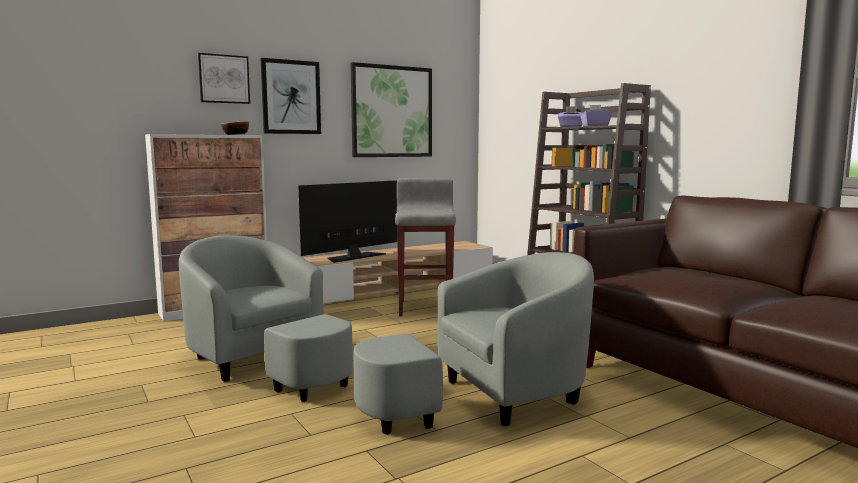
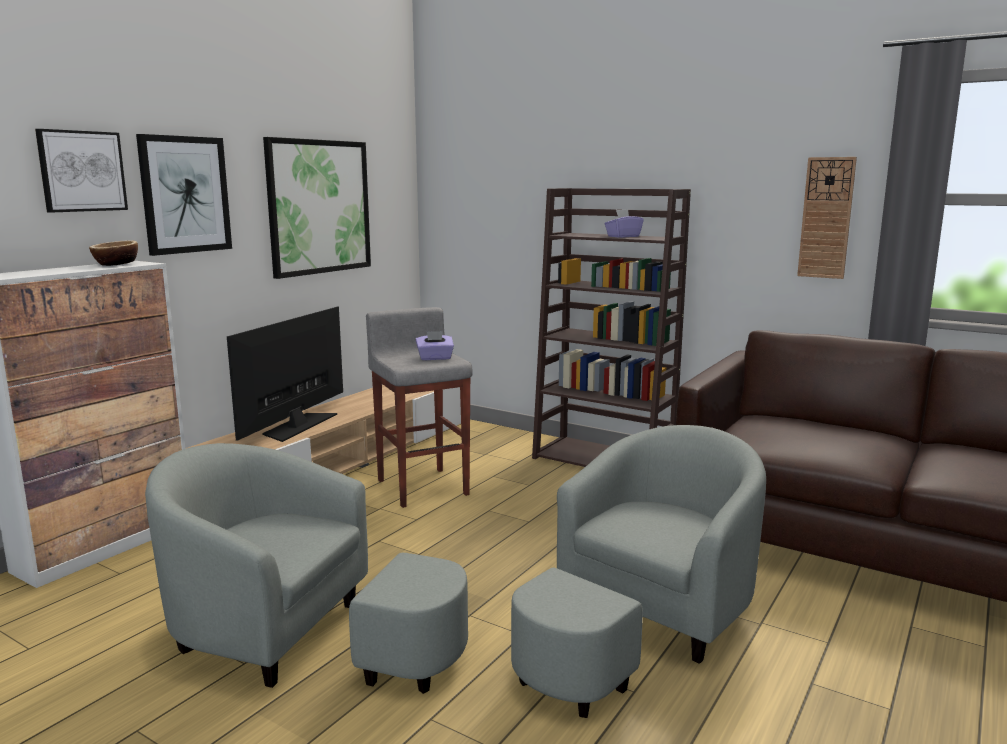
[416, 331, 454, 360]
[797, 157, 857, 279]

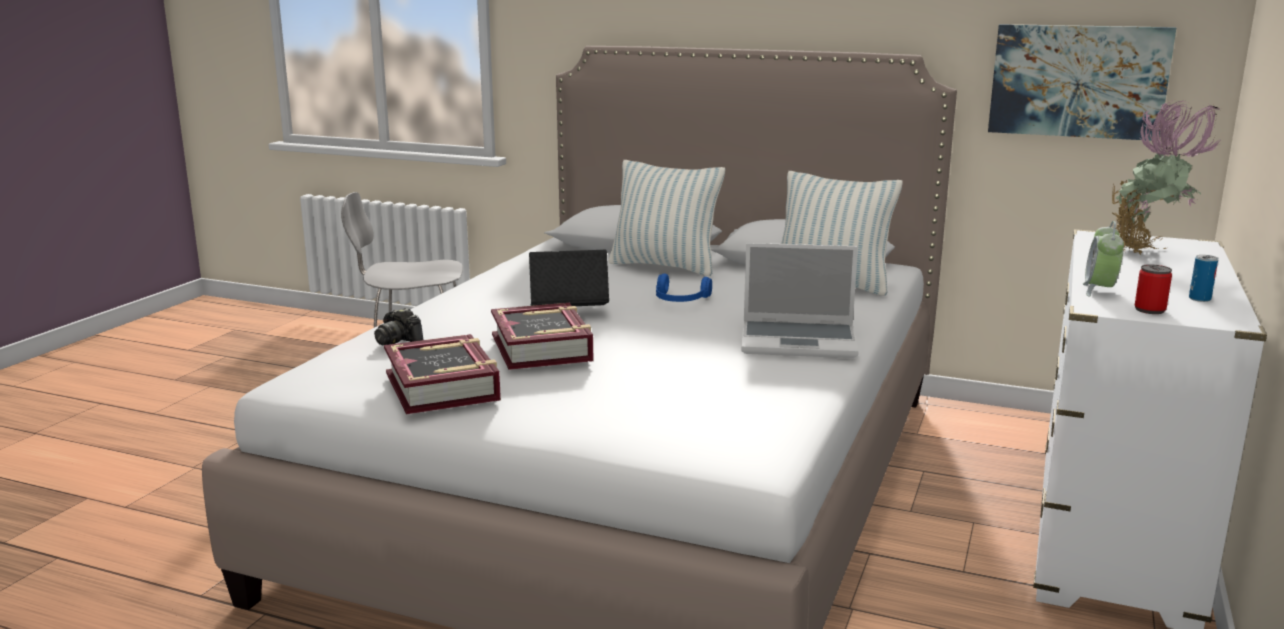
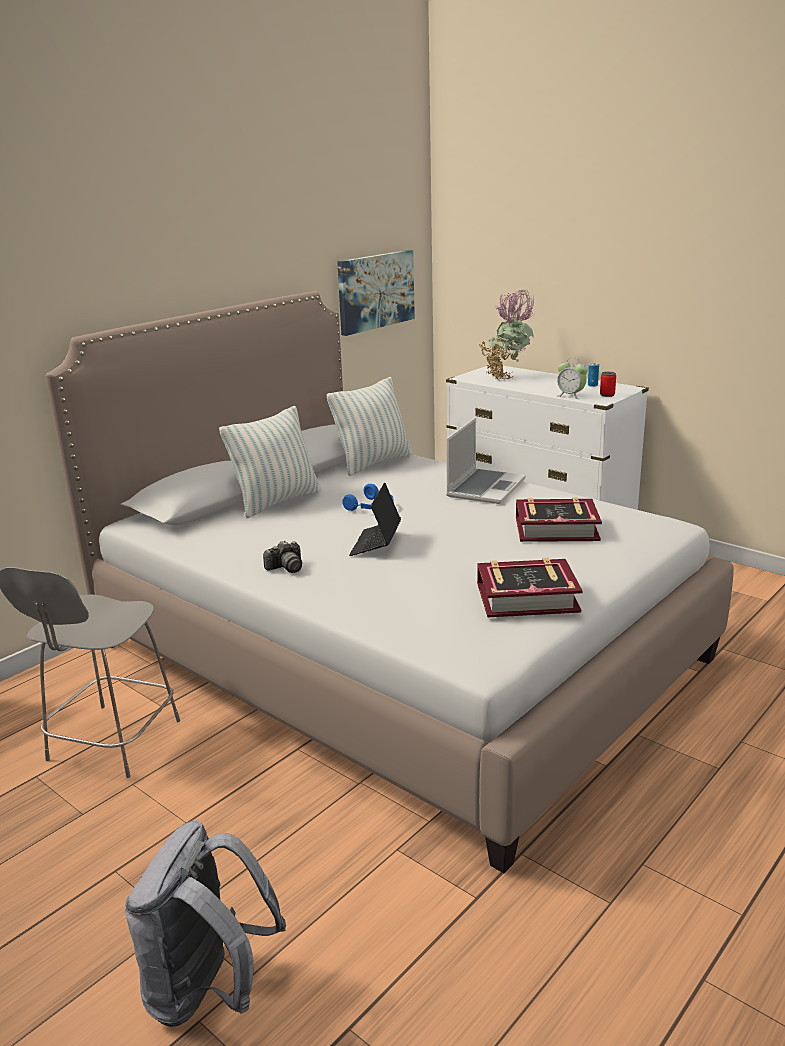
[125, 821, 286, 1027]
[263, 540, 302, 573]
[516, 497, 602, 542]

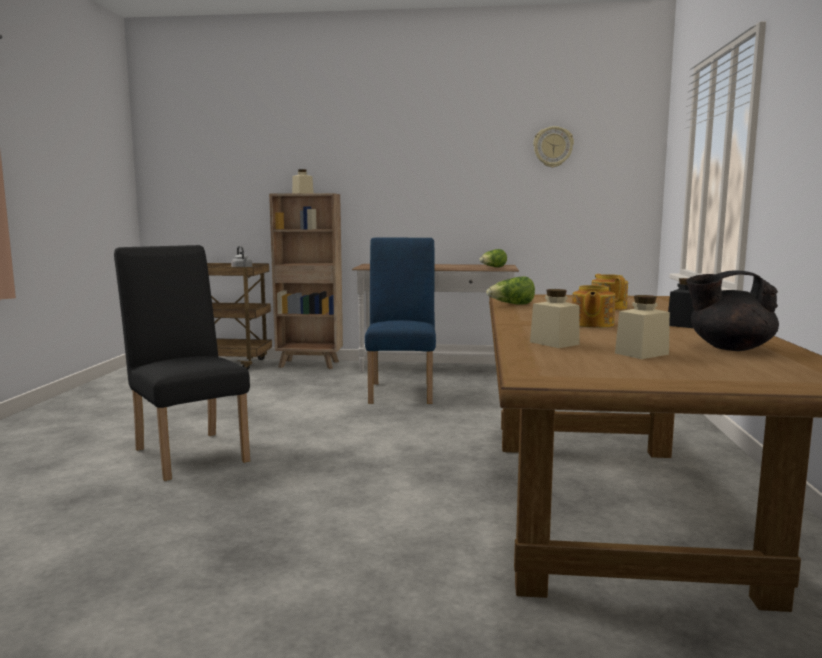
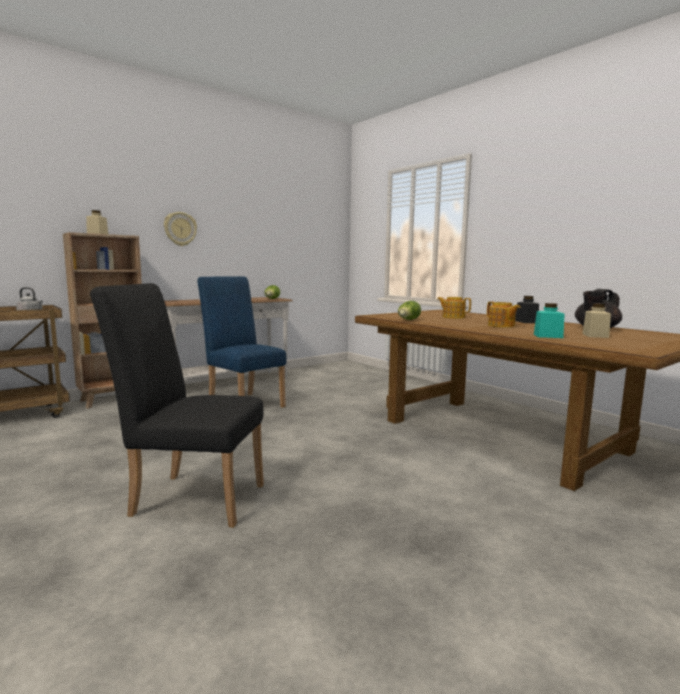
[164, 212, 197, 246]
[534, 303, 565, 338]

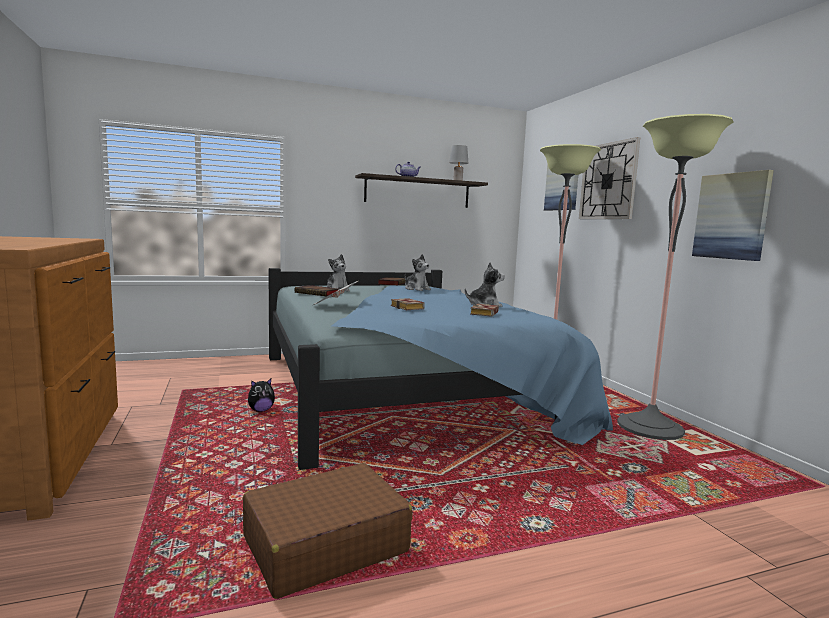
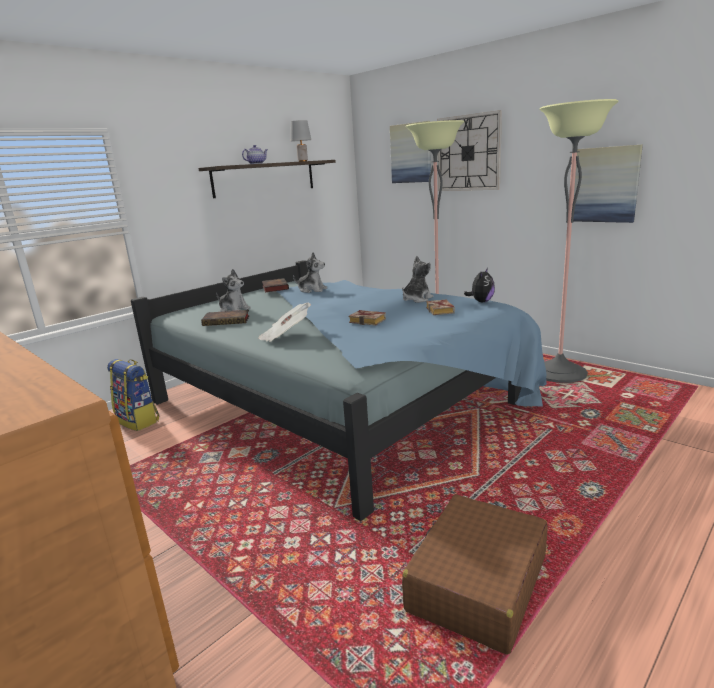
[107, 359, 159, 431]
[464, 268, 495, 302]

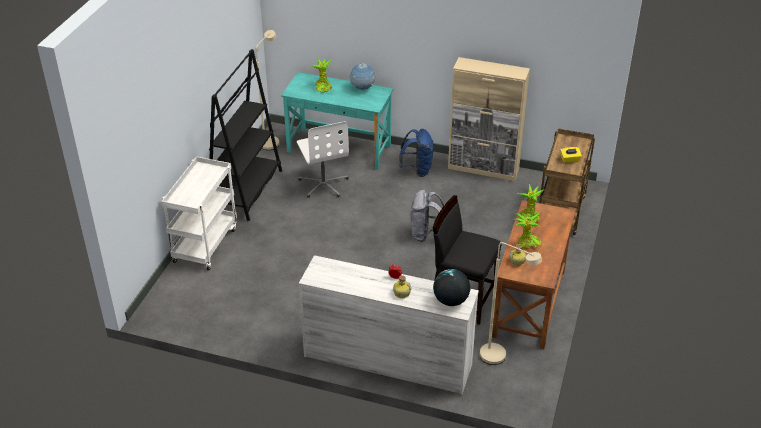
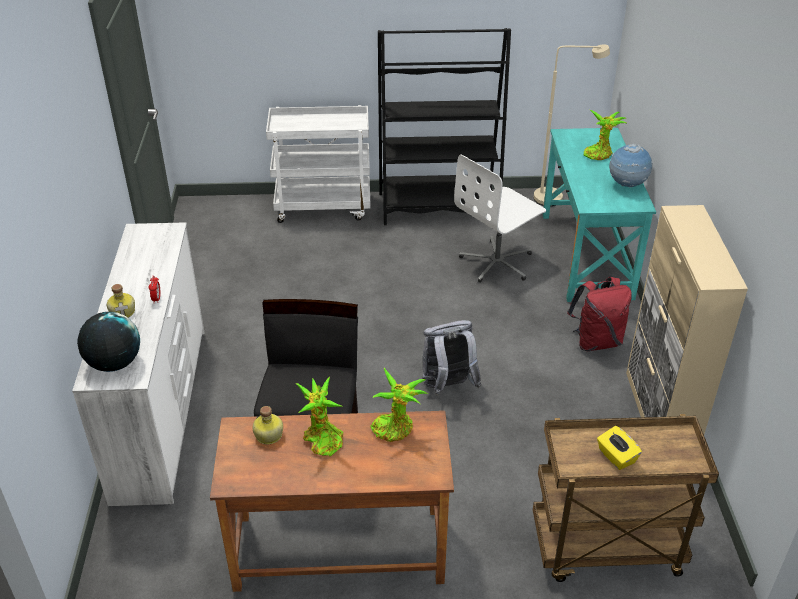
[567, 277, 632, 352]
[480, 242, 542, 365] (first image)

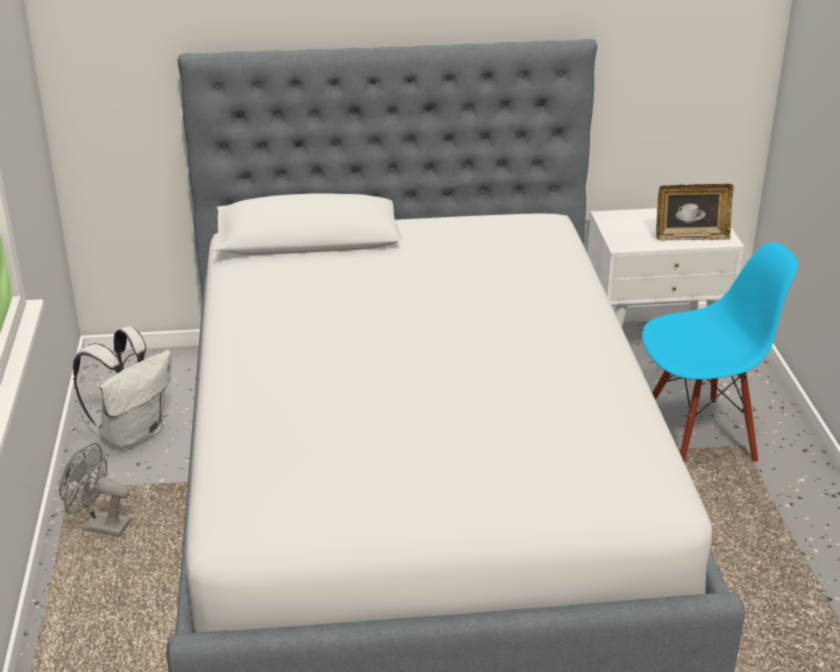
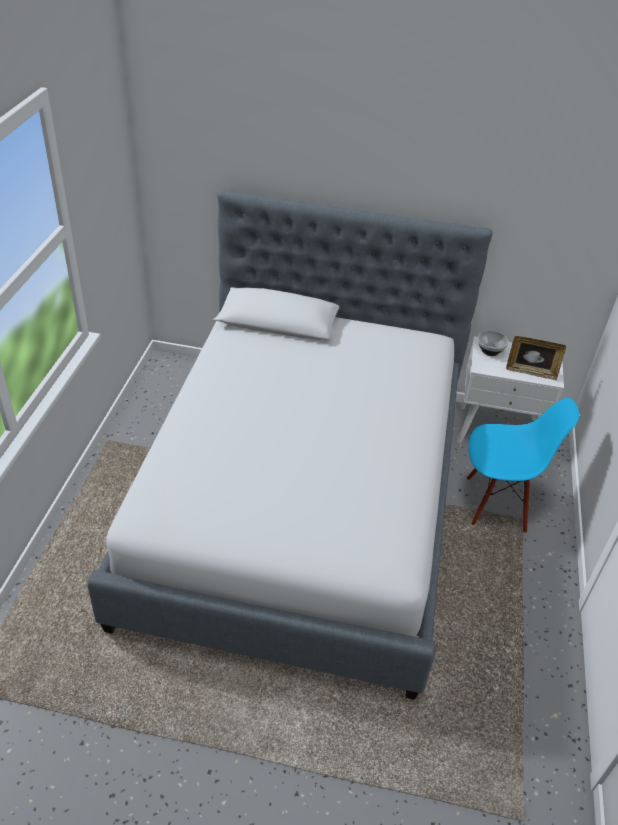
[478, 330, 509, 356]
[59, 443, 131, 537] (first image)
[73, 326, 172, 450] (first image)

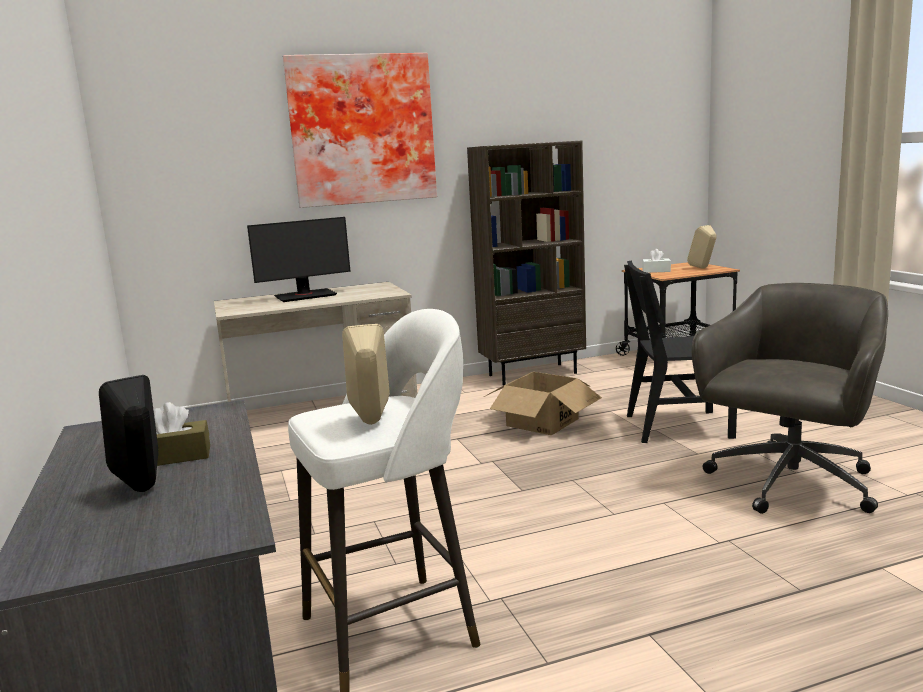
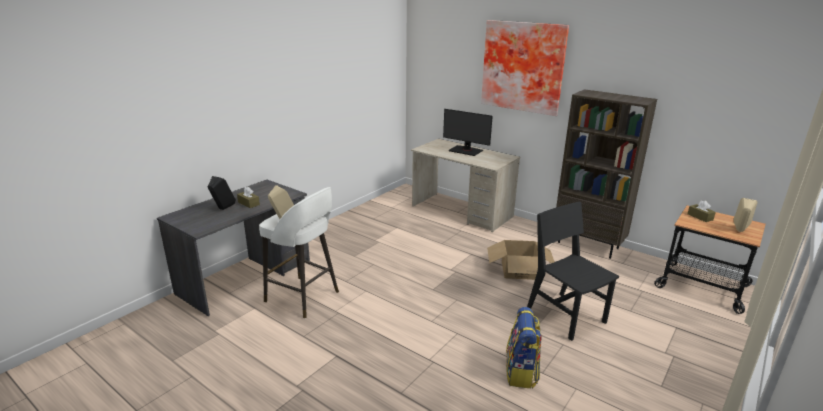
[506, 307, 541, 388]
[688, 201, 716, 222]

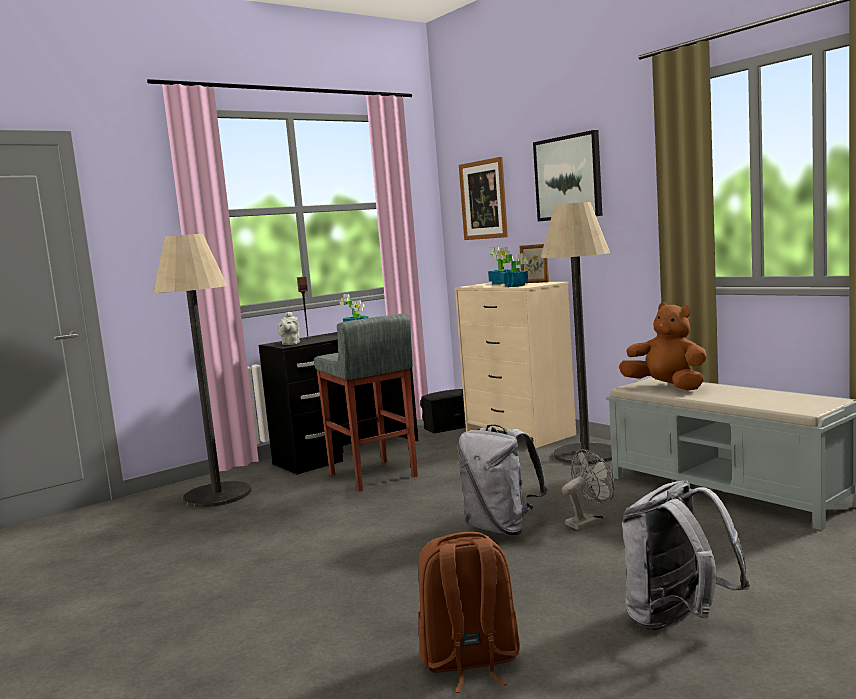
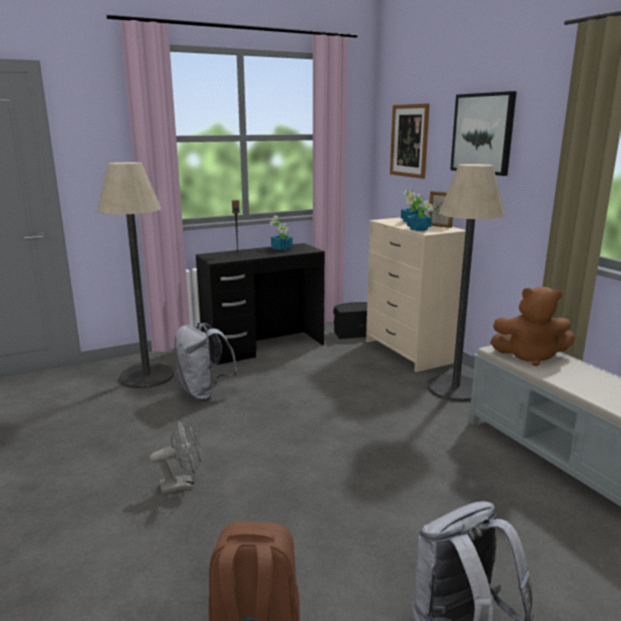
[150, 421, 201, 494]
[174, 323, 238, 401]
[490, 287, 575, 366]
[277, 312, 300, 345] (first image)
[314, 314, 418, 492] (first image)

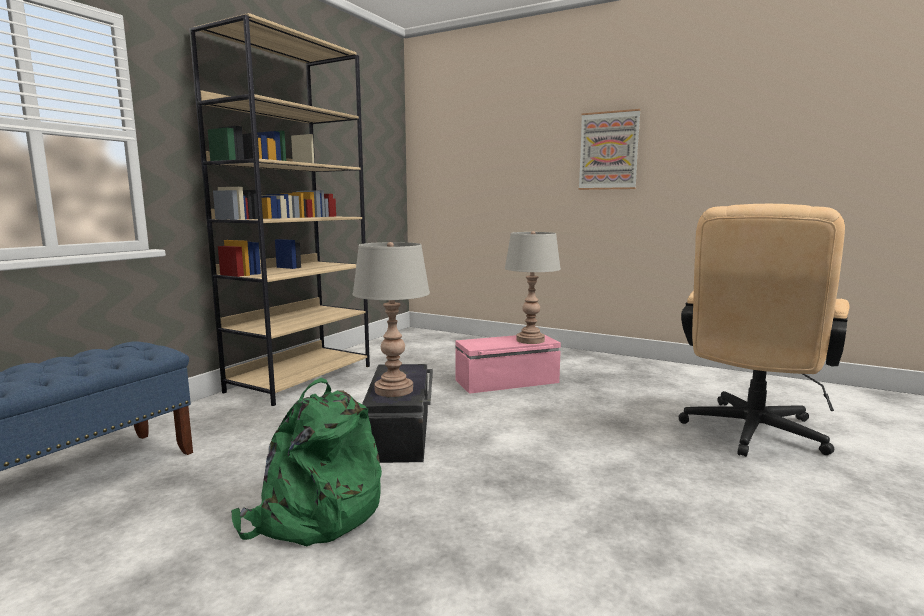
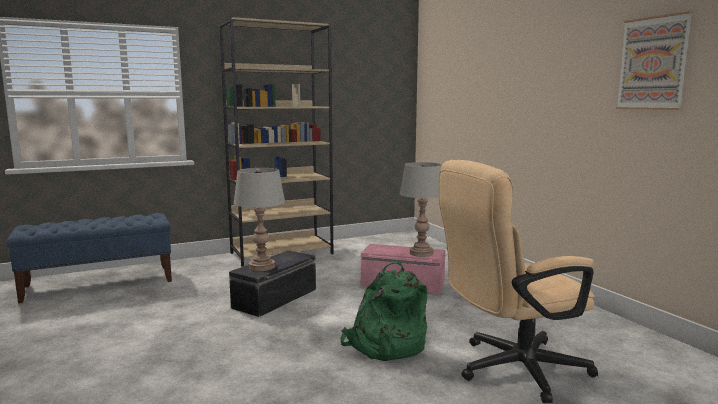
[340, 261, 427, 361]
[616, 11, 693, 110]

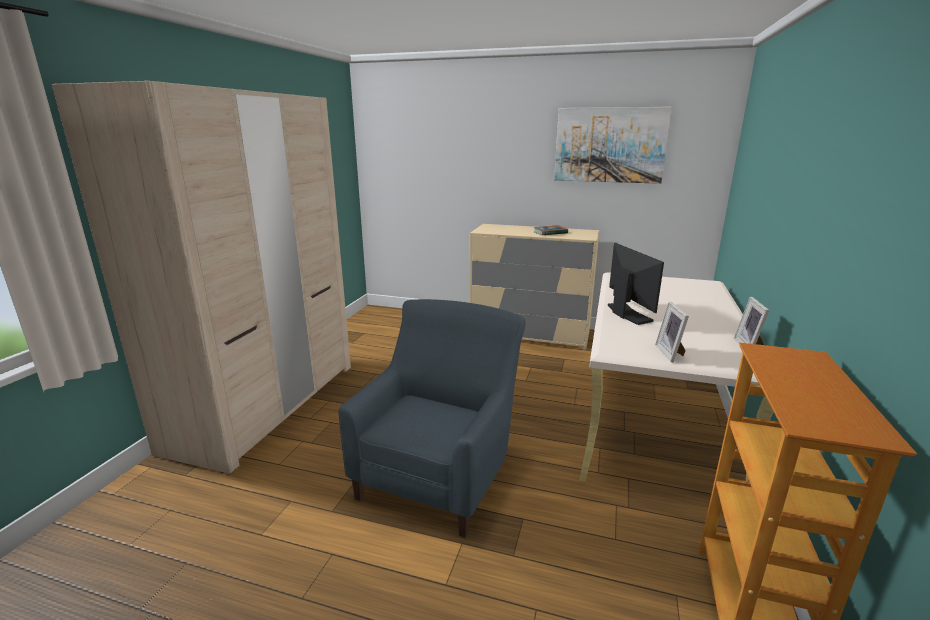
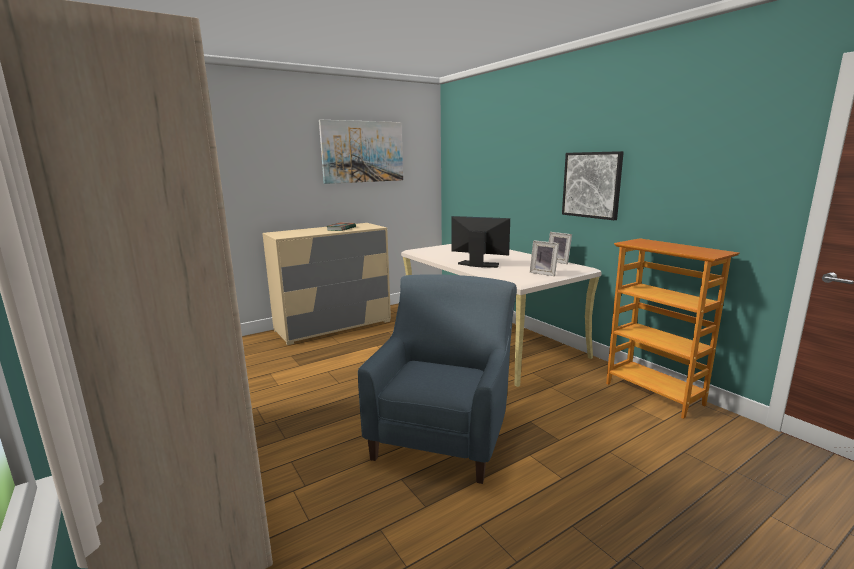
[358, 274, 517, 484]
[562, 151, 624, 220]

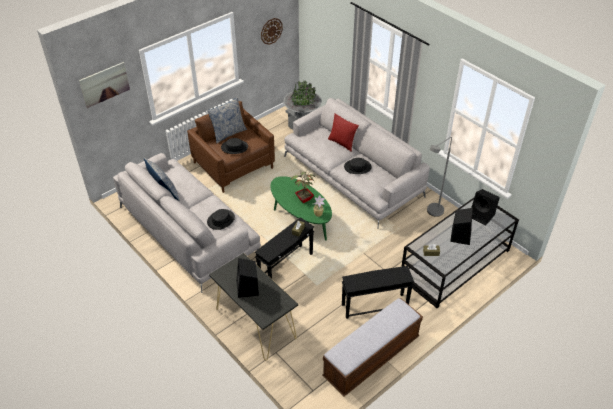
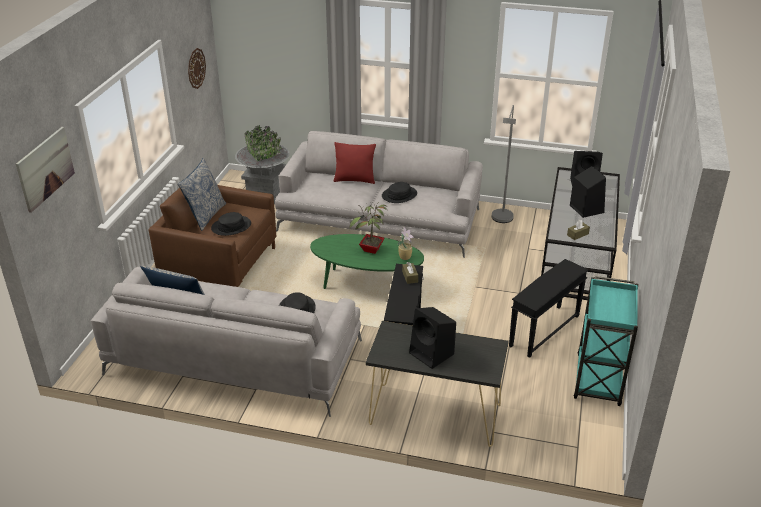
[574, 276, 639, 406]

